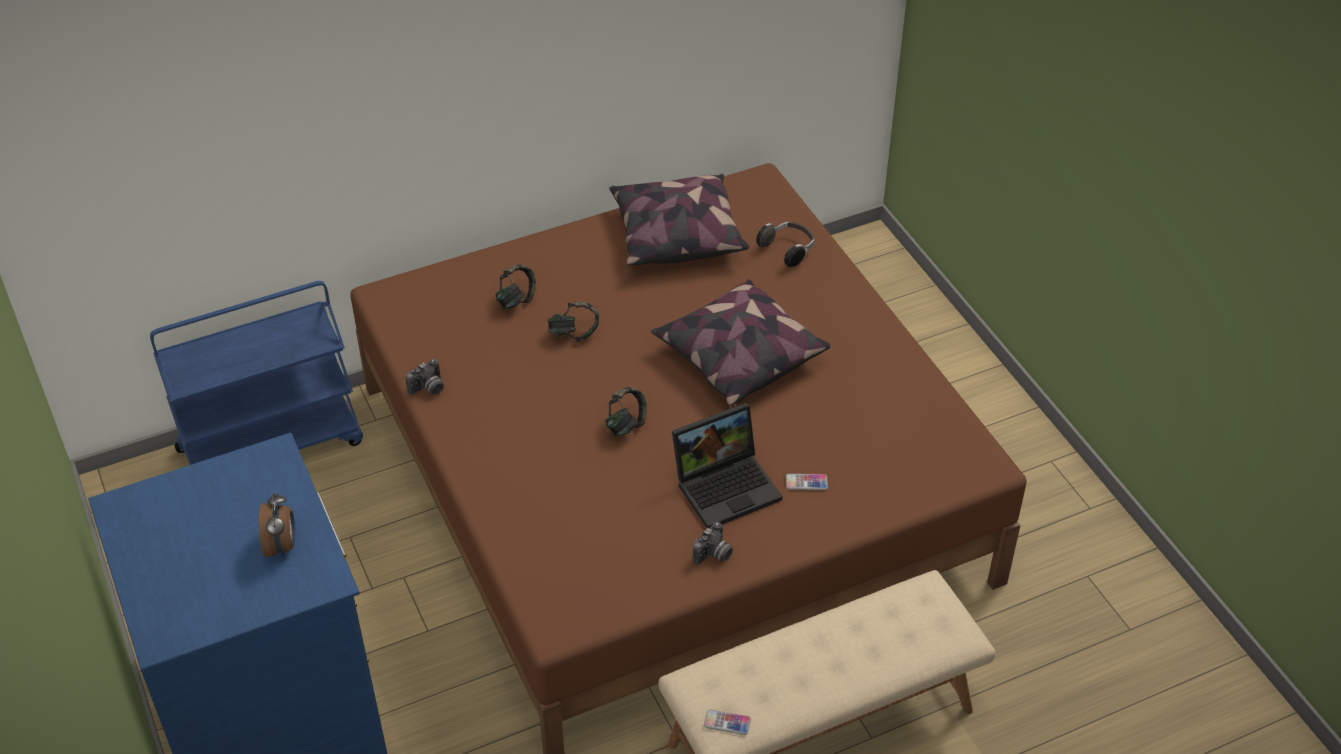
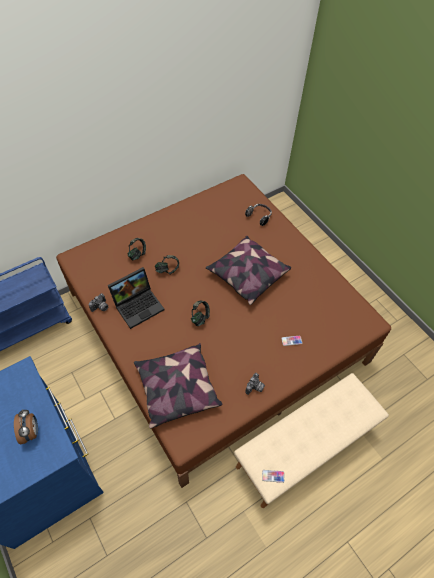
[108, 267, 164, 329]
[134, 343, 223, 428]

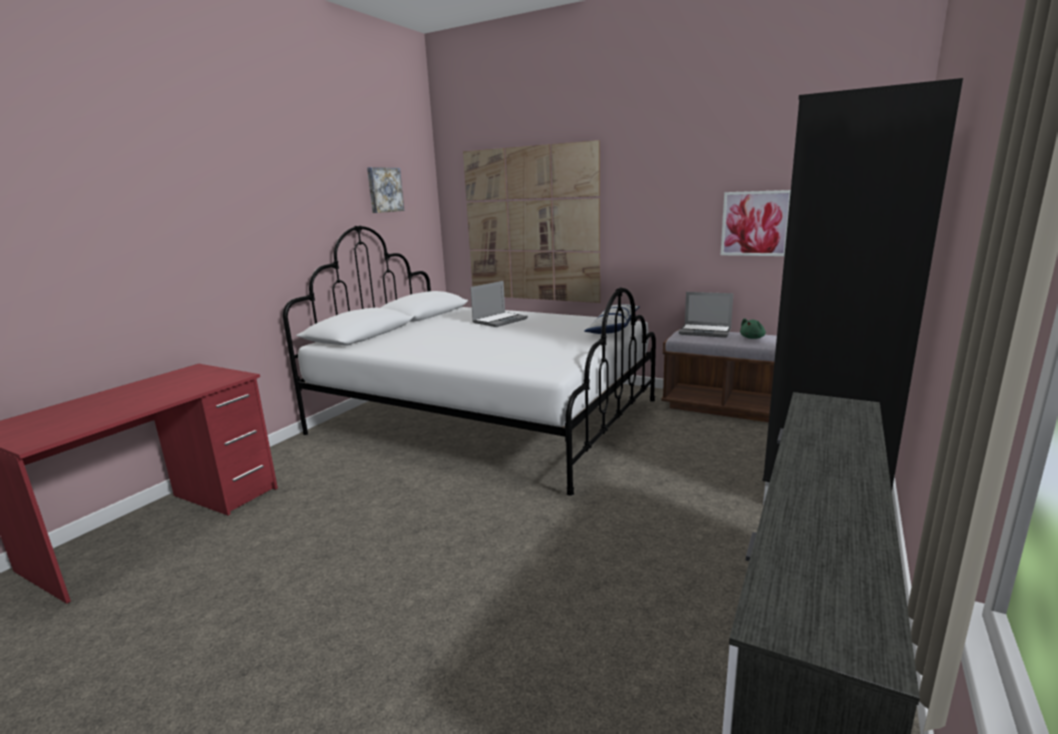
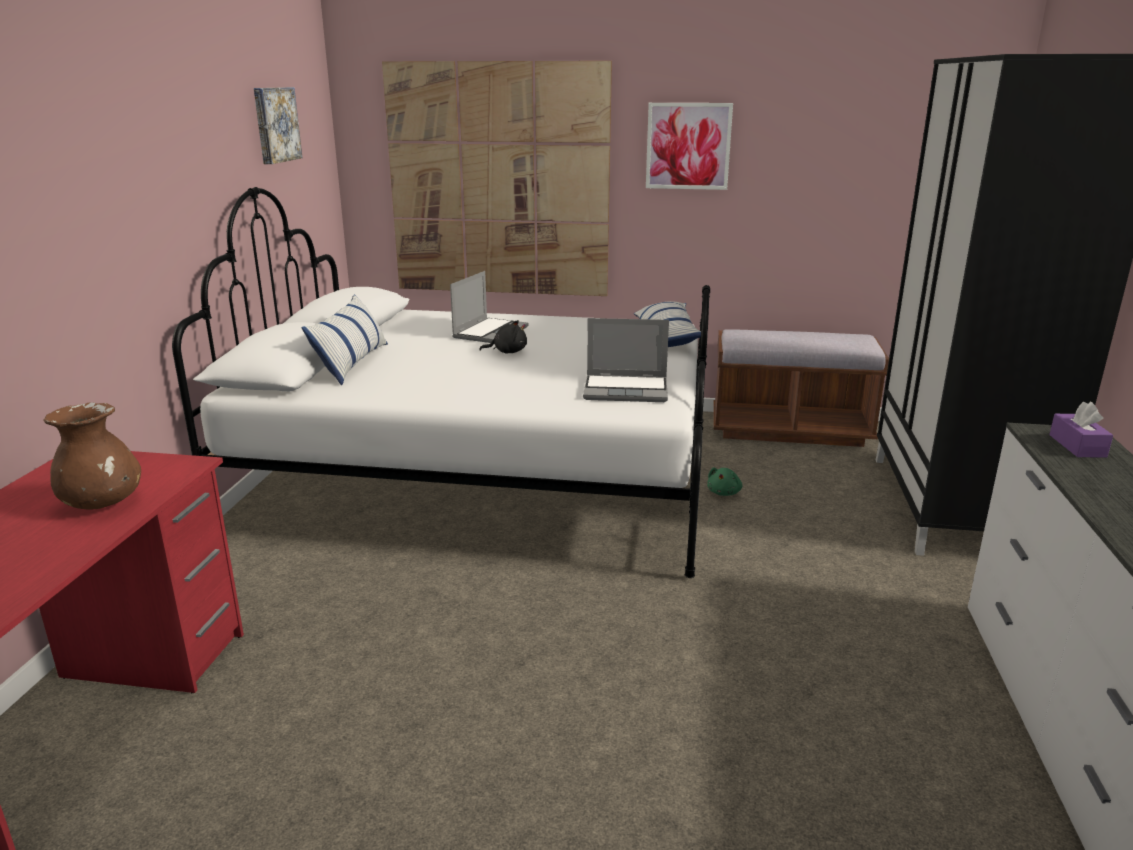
[43, 402, 141, 510]
[301, 294, 388, 385]
[479, 320, 527, 354]
[583, 318, 669, 402]
[646, 103, 733, 190]
[707, 467, 742, 496]
[1049, 402, 1113, 458]

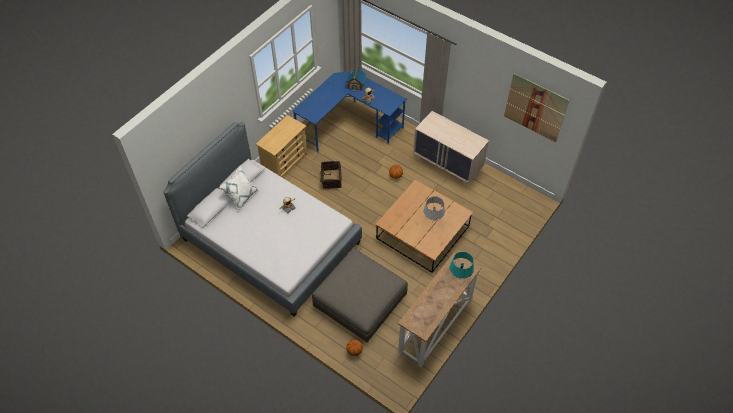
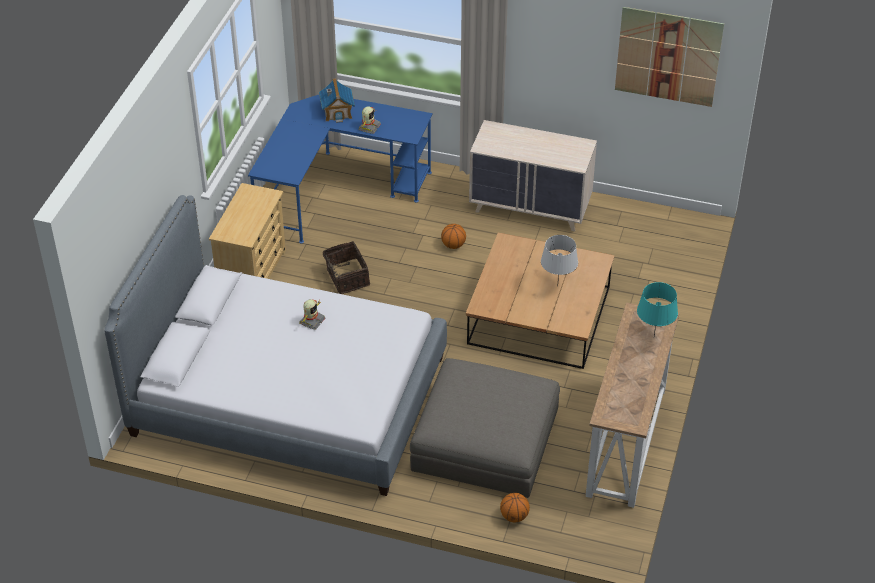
[219, 166, 258, 211] (first image)

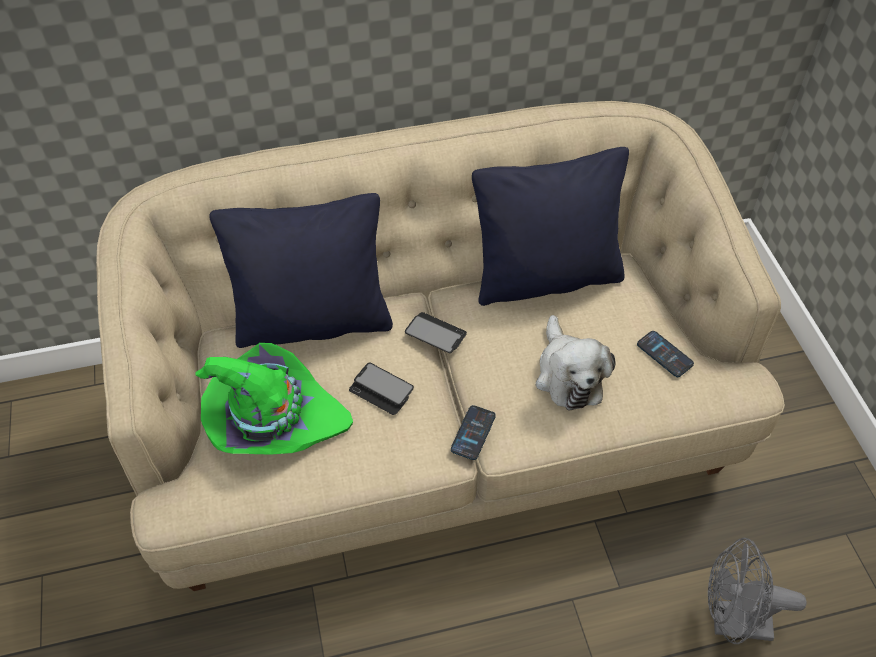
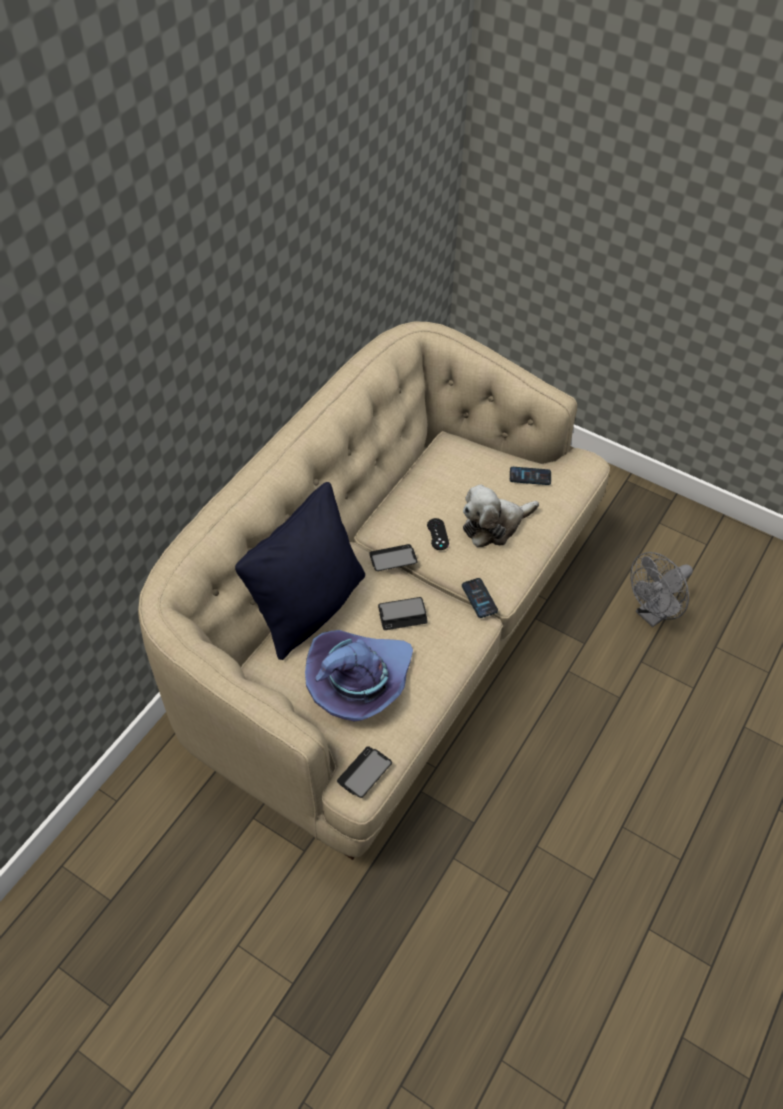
[305, 630, 413, 722]
[337, 746, 392, 798]
[427, 518, 449, 550]
[463, 484, 539, 547]
[472, 147, 629, 306] (first image)

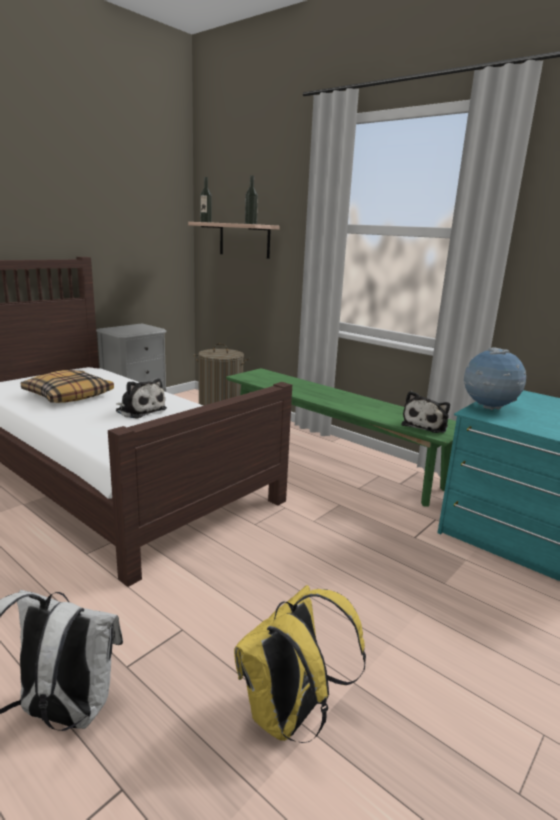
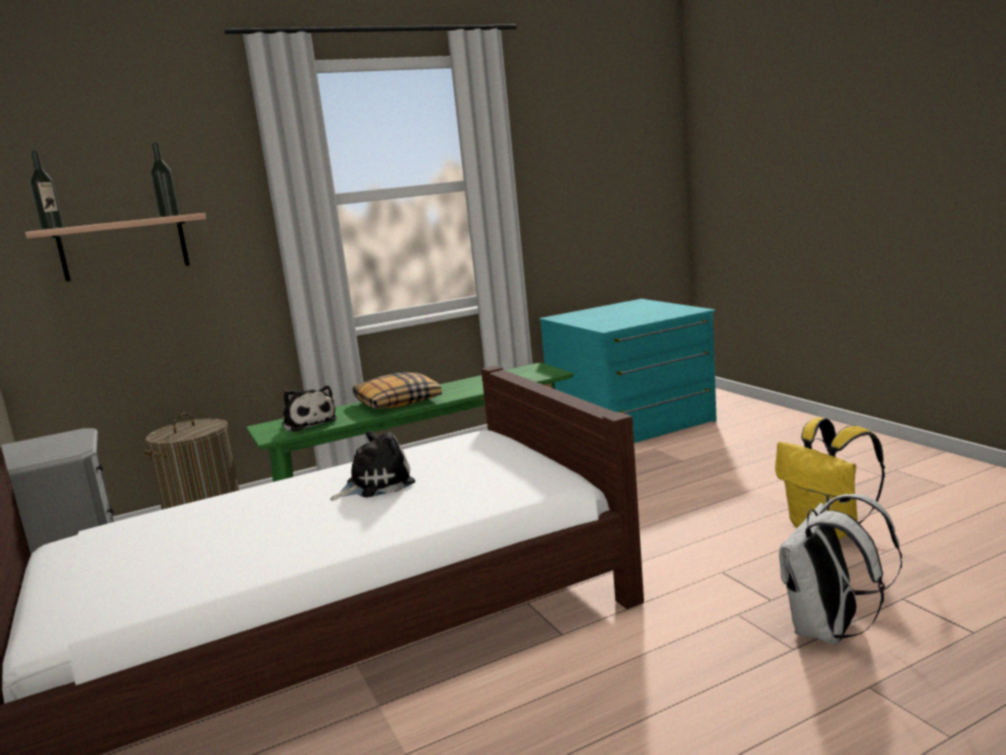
[282, 386, 337, 432]
[353, 372, 442, 409]
[464, 347, 526, 410] (first image)

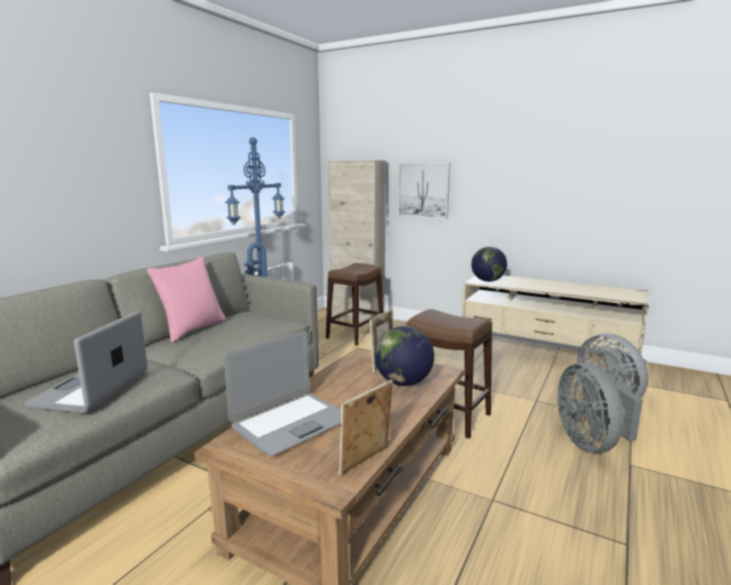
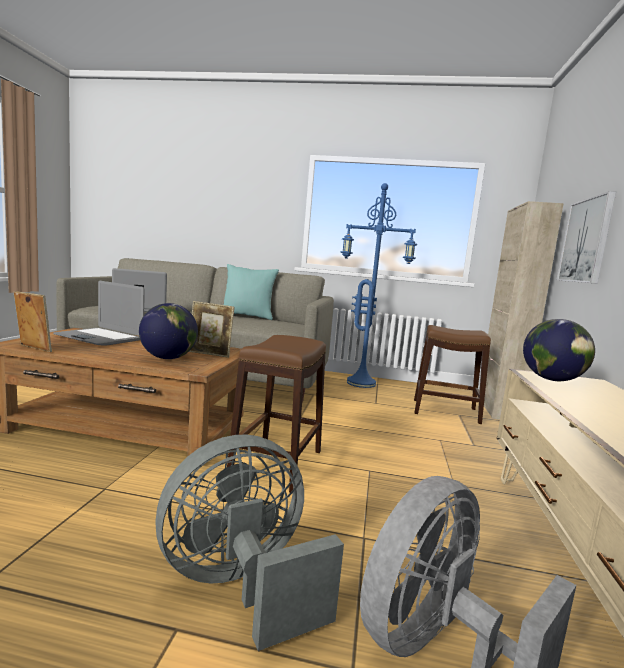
[224, 264, 279, 320]

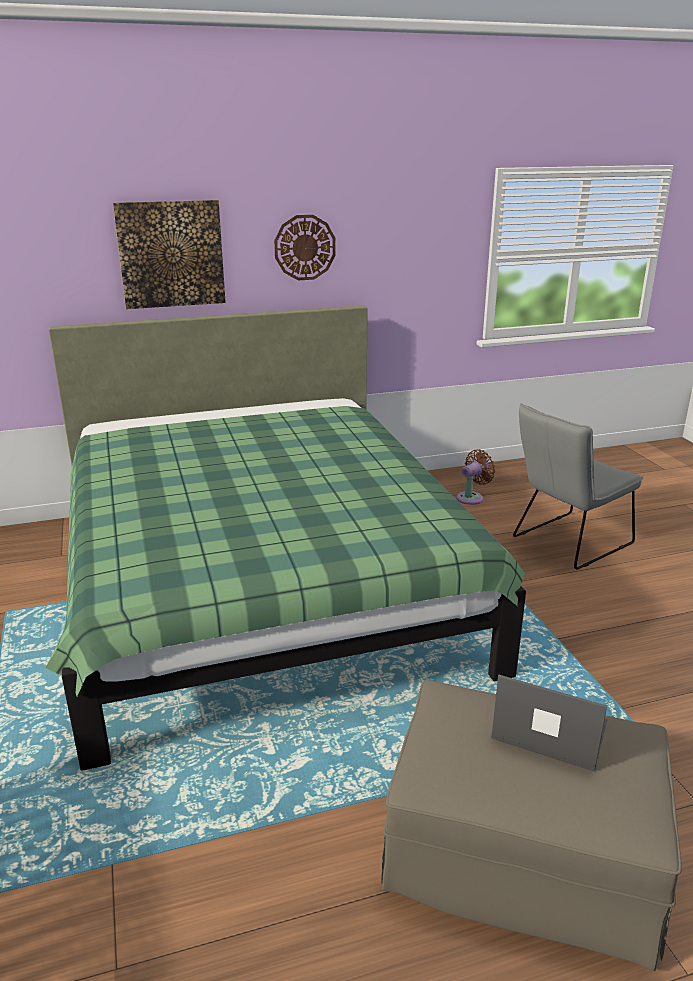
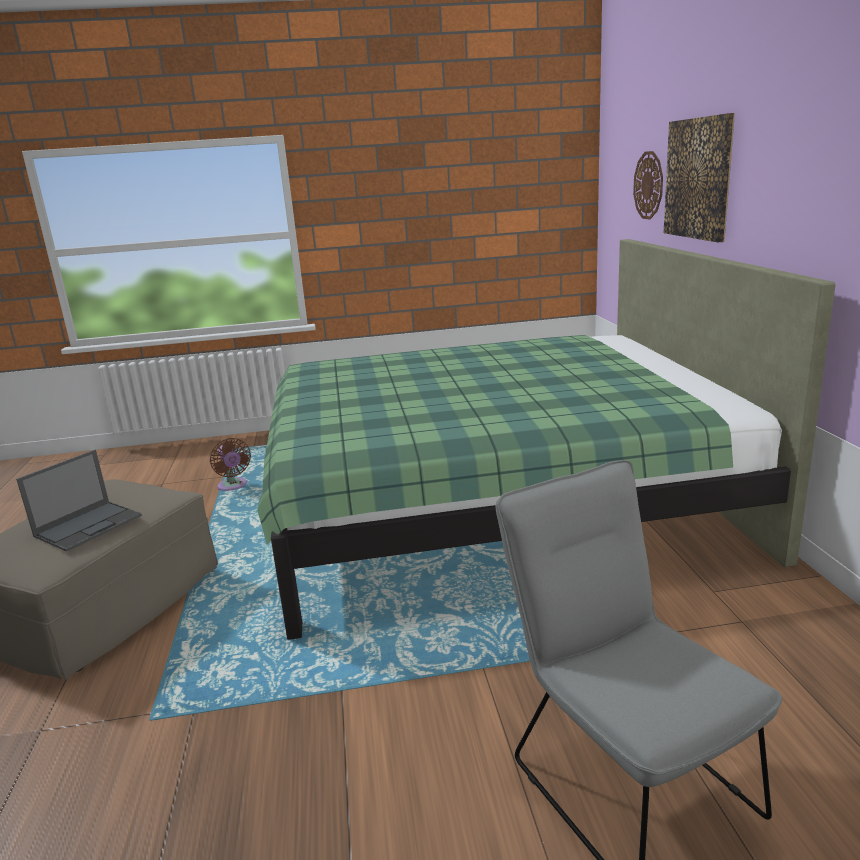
[210, 438, 251, 491]
[633, 151, 663, 220]

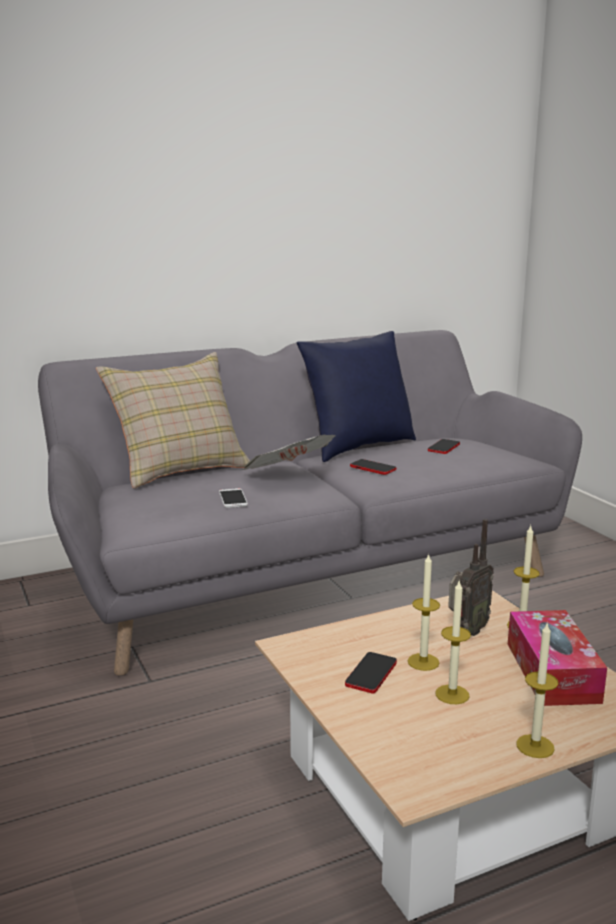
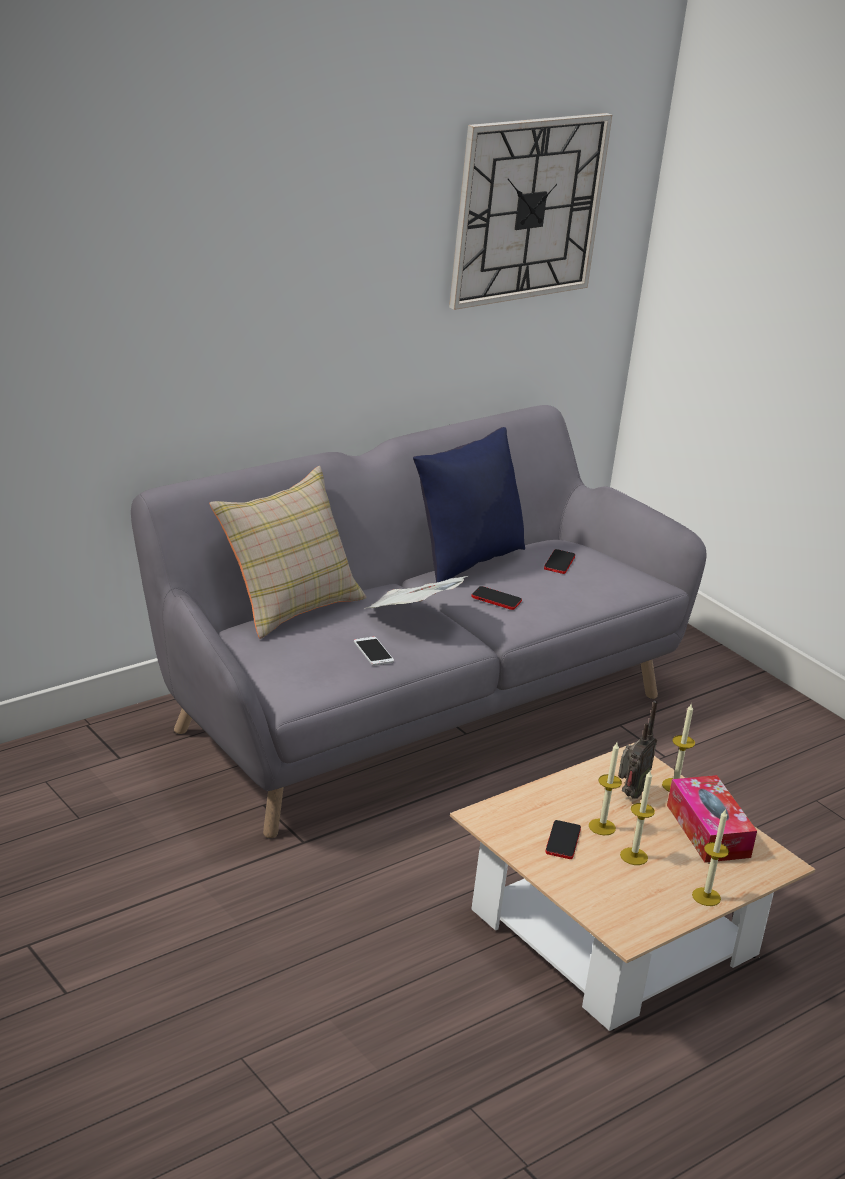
[449, 113, 612, 310]

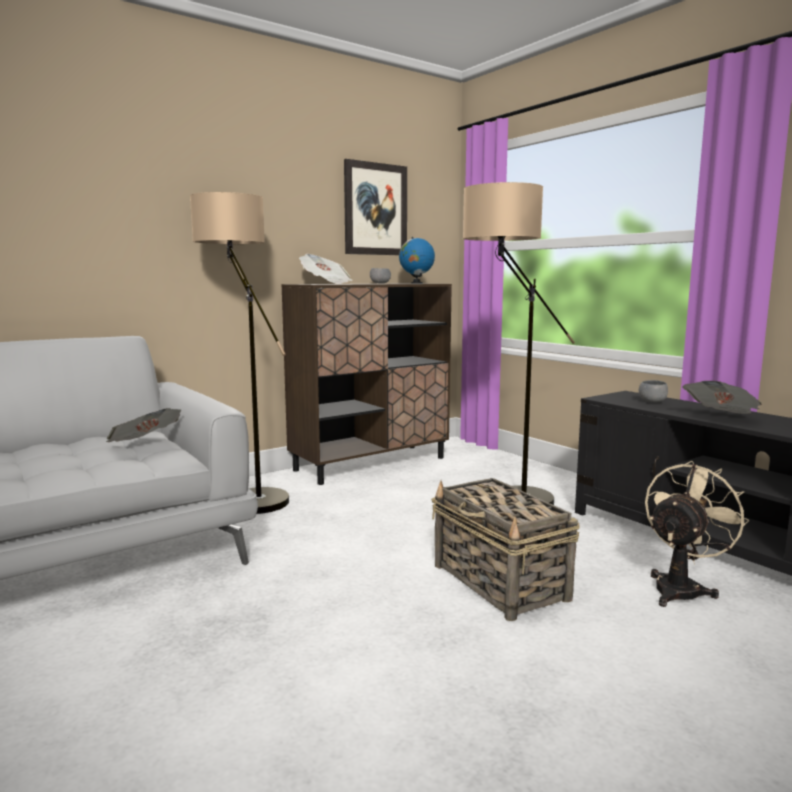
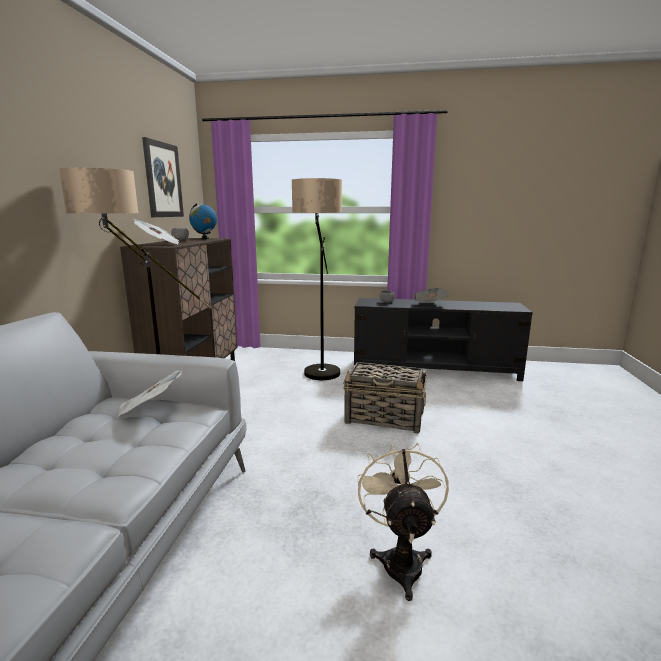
[357, 441, 449, 601]

